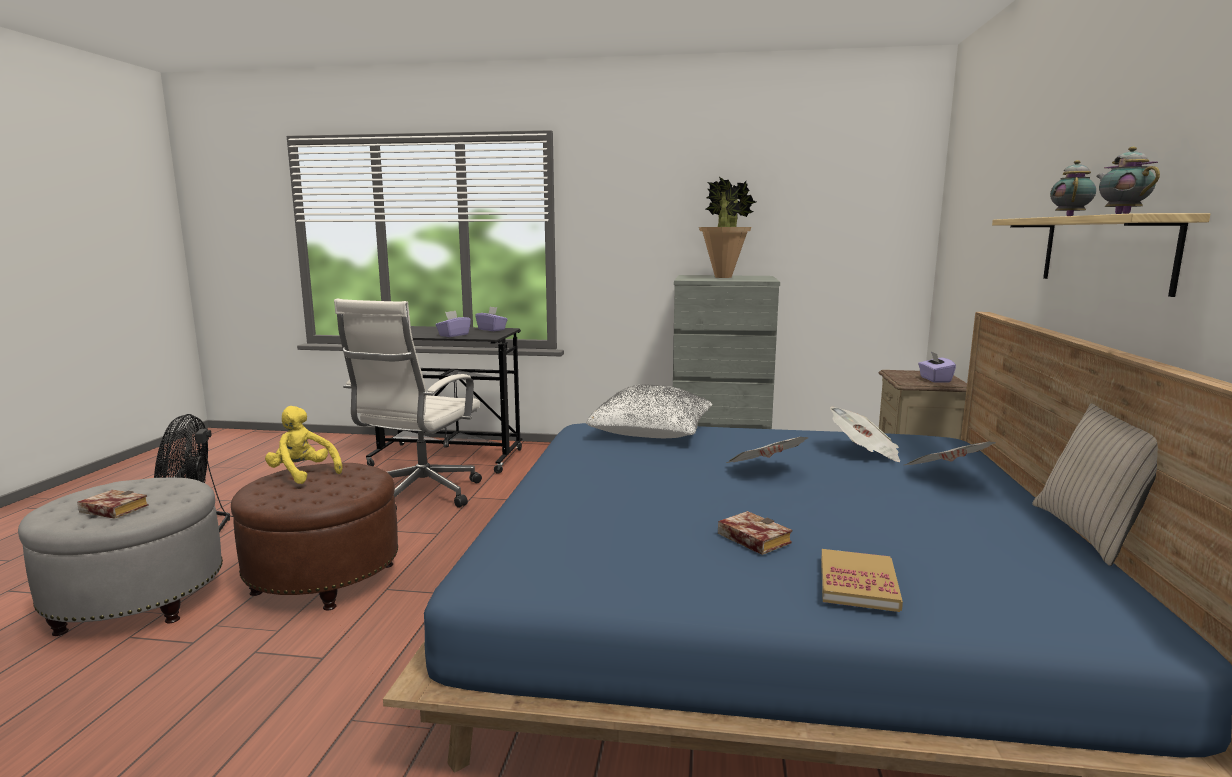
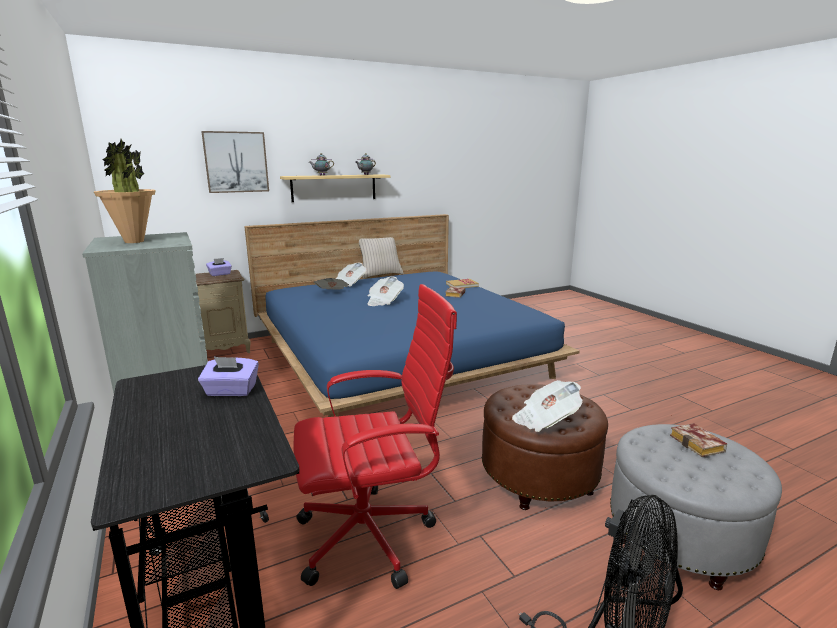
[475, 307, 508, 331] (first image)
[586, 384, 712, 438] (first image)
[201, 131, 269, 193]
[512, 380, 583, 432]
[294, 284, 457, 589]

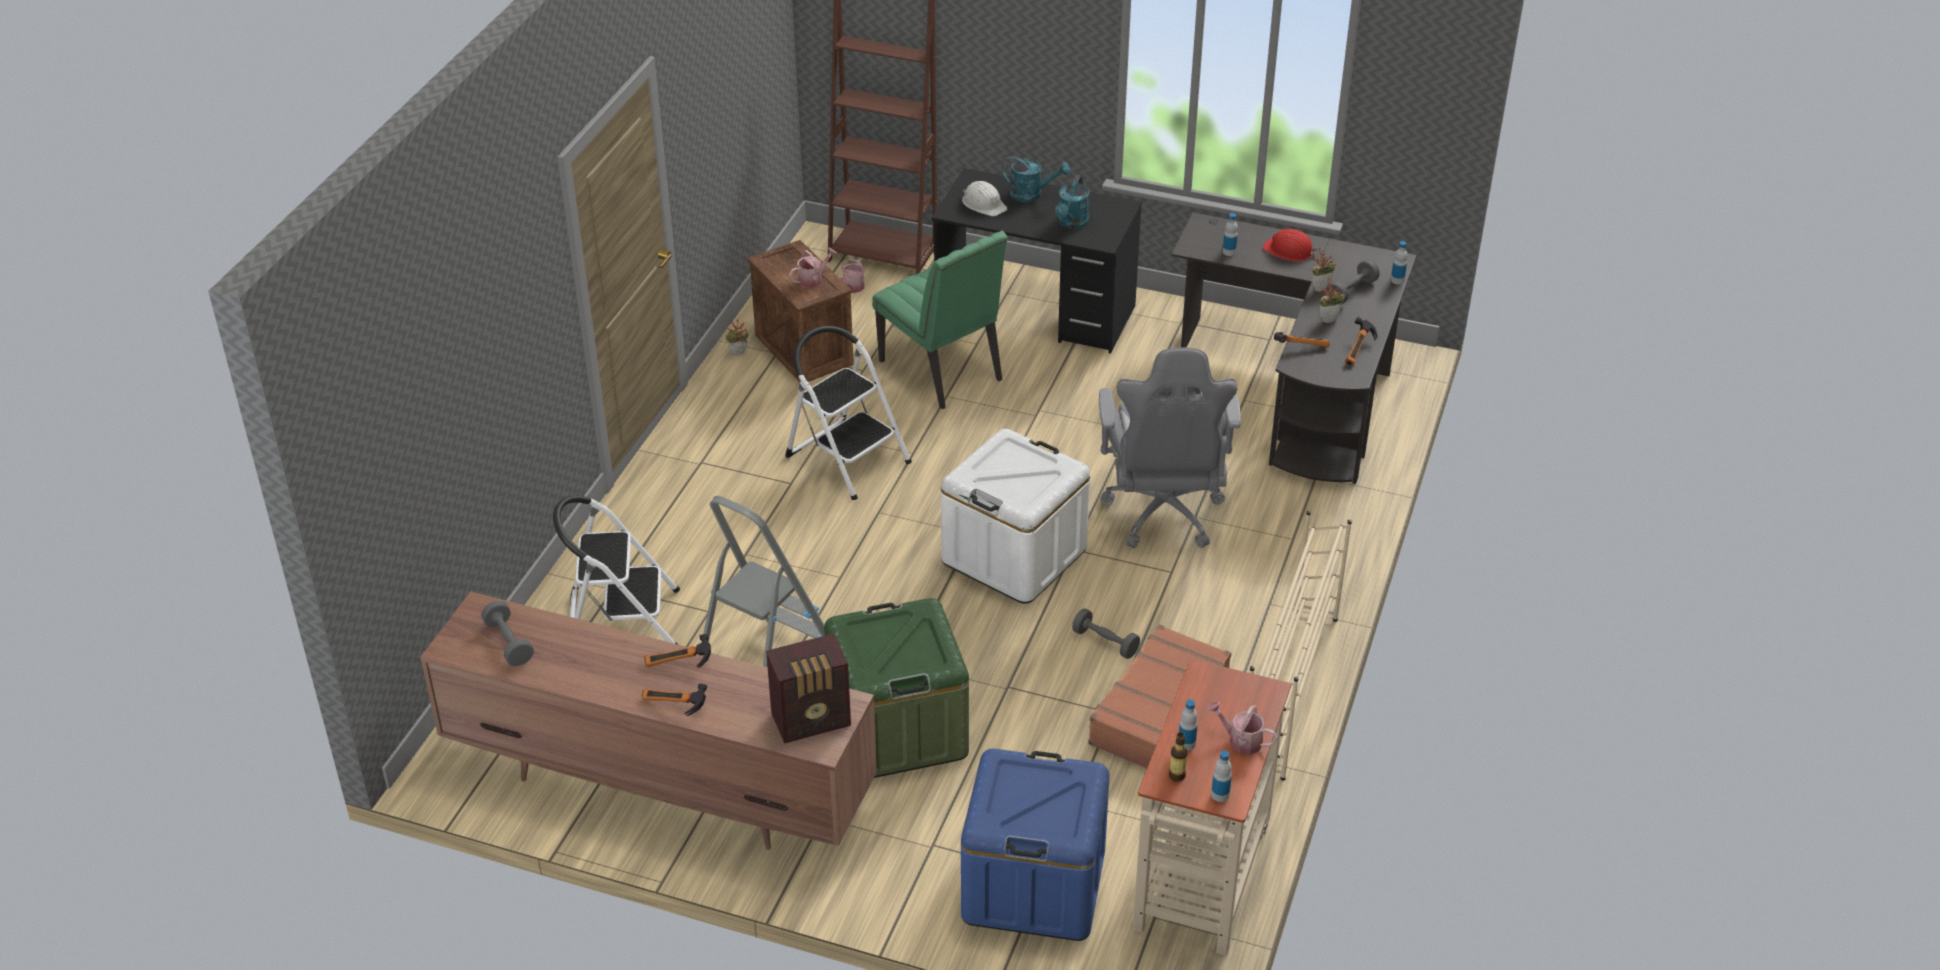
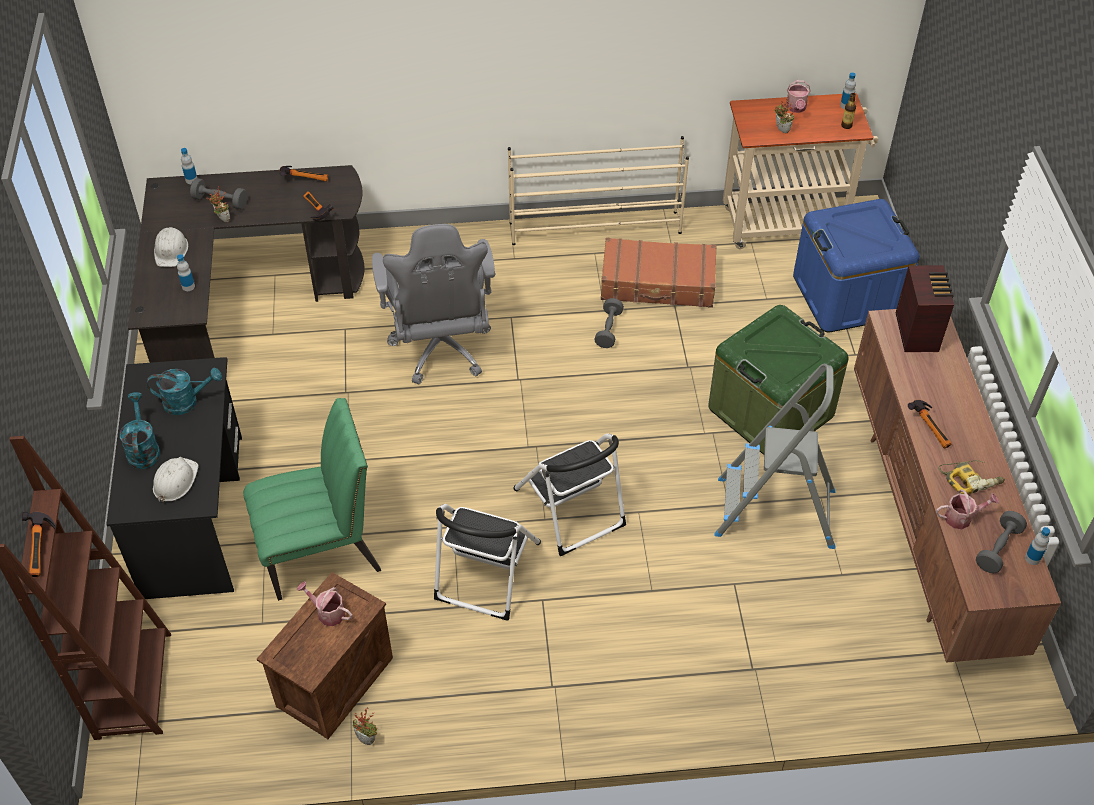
[941, 429, 1090, 604] (first image)
[938, 460, 1005, 494]
[514, 434, 626, 556]
[22, 511, 56, 577]
[936, 489, 999, 529]
[1025, 527, 1050, 565]
[774, 97, 794, 133]
[154, 227, 188, 267]
[896, 265, 954, 352]
[243, 398, 381, 601]
[372, 224, 495, 385]

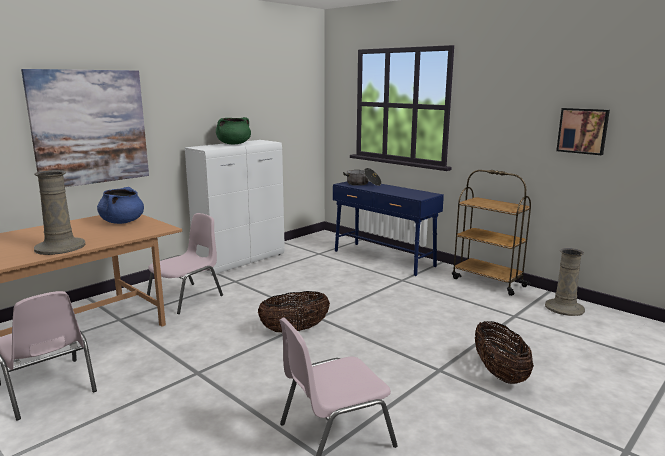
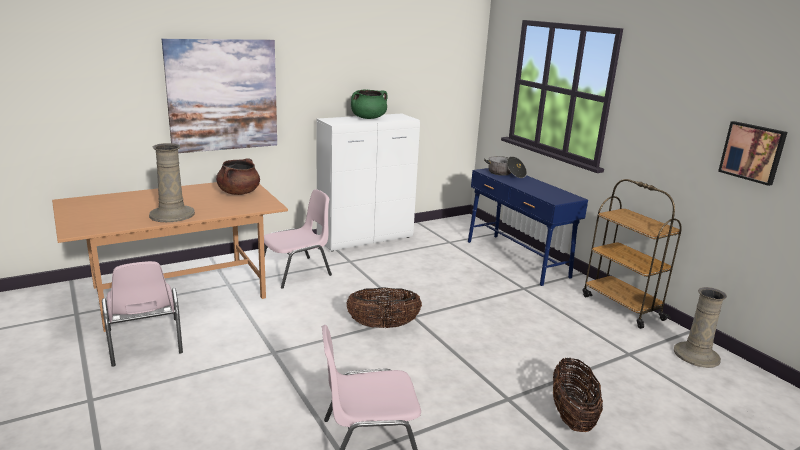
[216, 158, 260, 195]

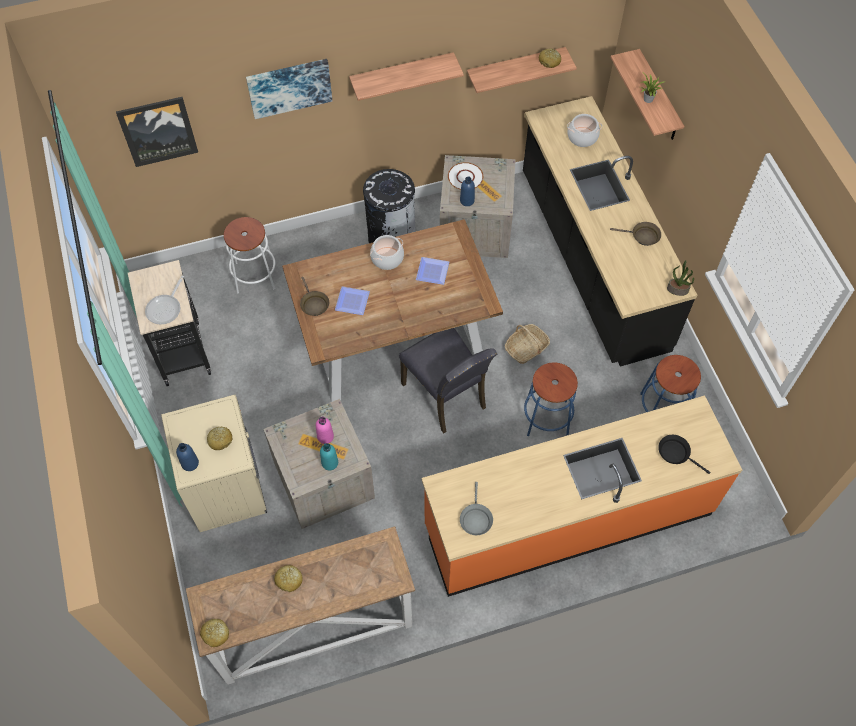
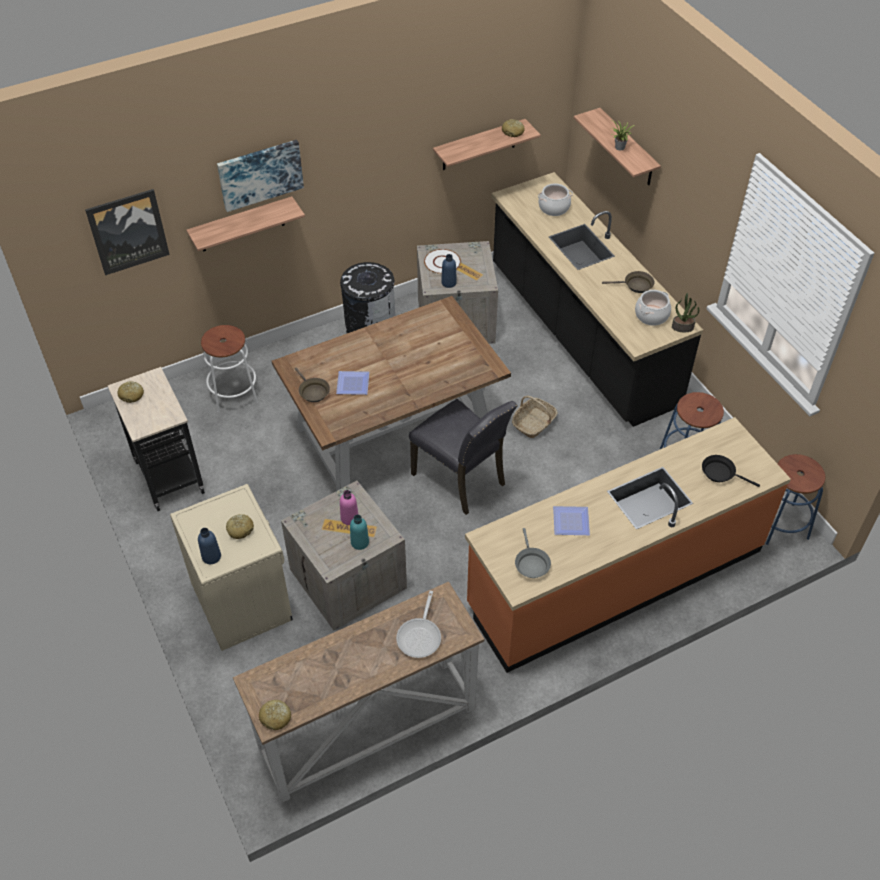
[396, 591, 441, 658]
[117, 381, 144, 403]
[186, 196, 305, 252]
[635, 290, 671, 326]
[553, 506, 590, 535]
[766, 454, 825, 545]

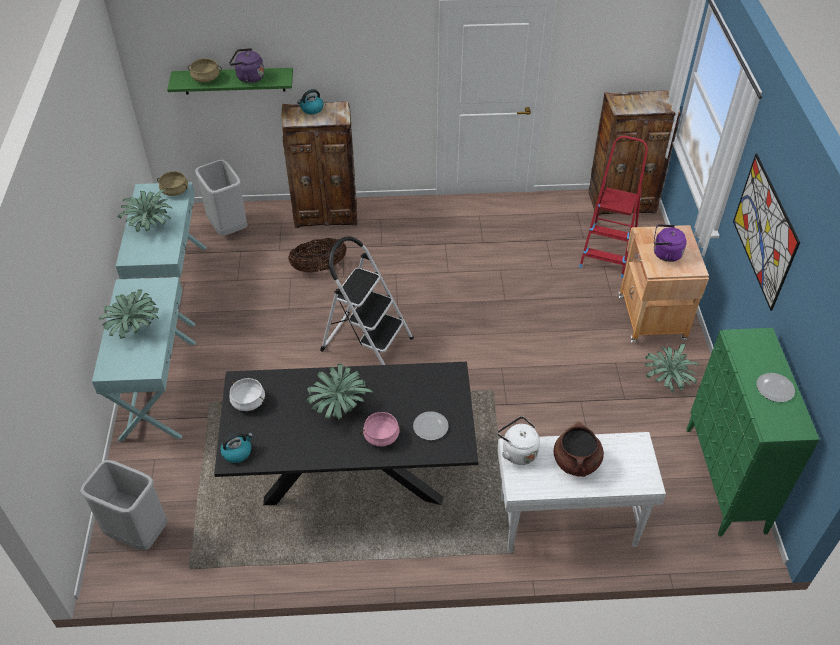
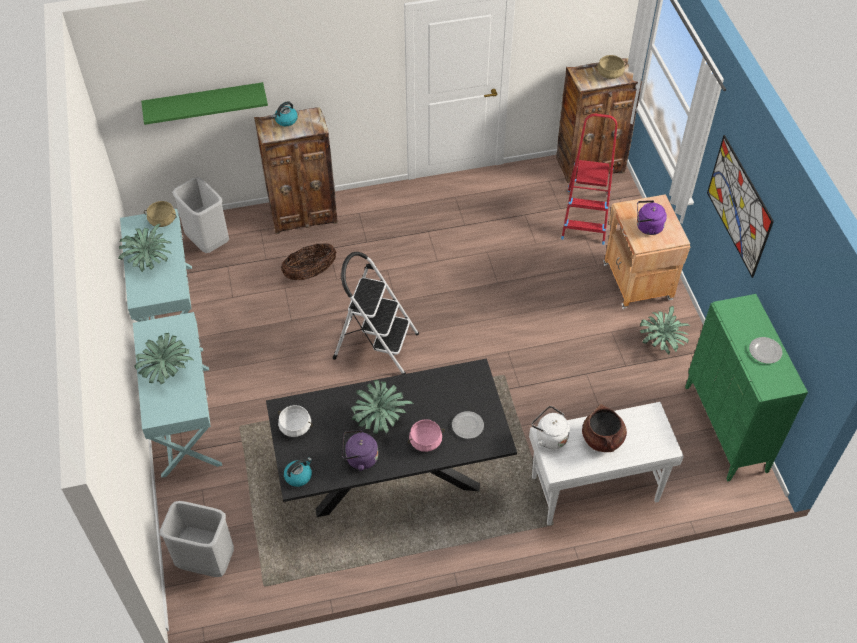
[595, 55, 627, 79]
[342, 430, 378, 471]

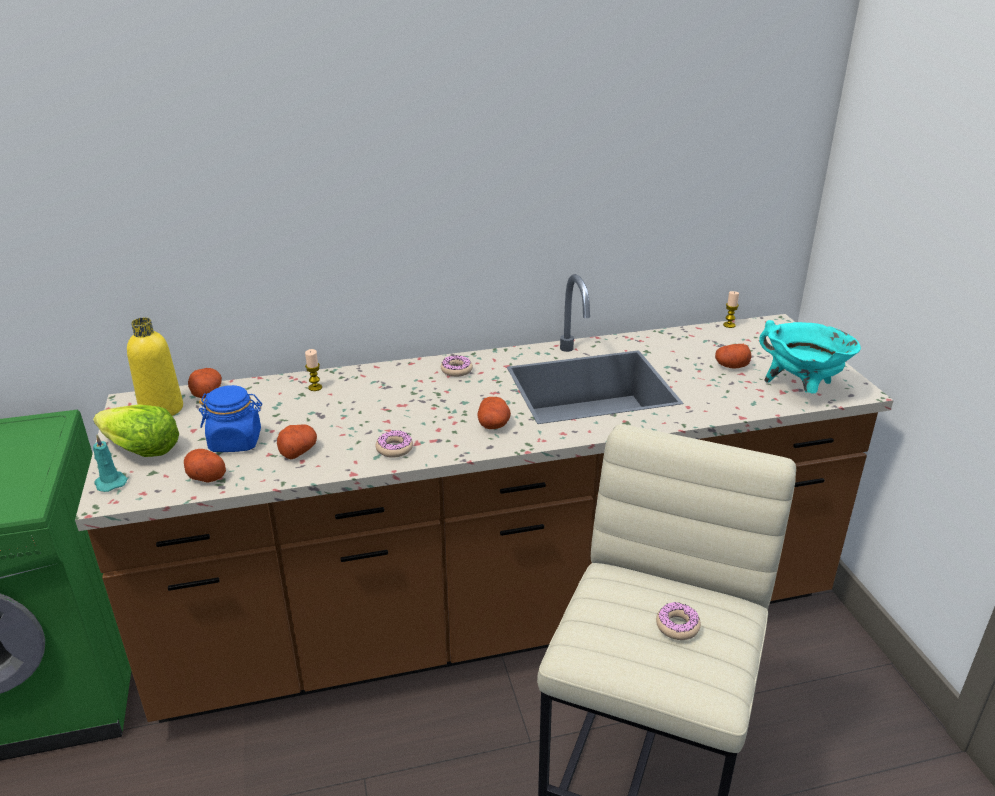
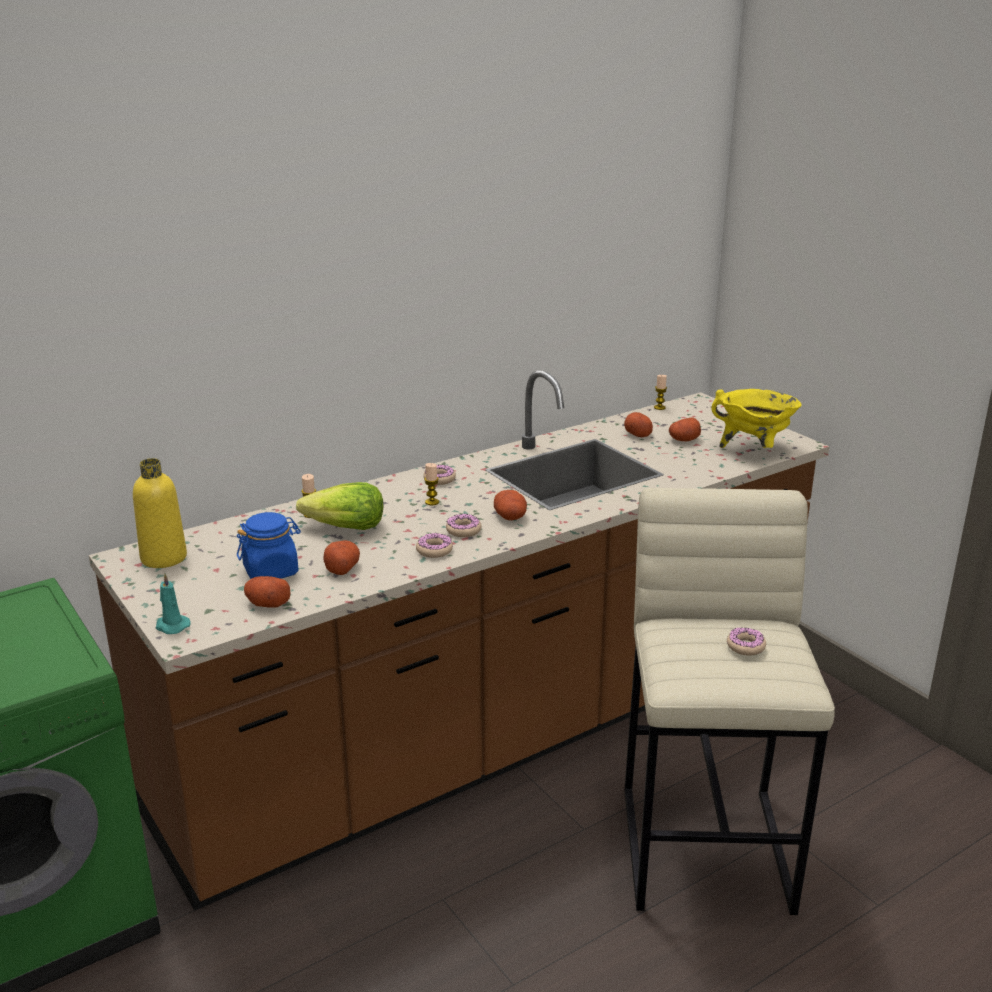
[424, 463, 439, 505]
[446, 514, 482, 537]
[296, 482, 383, 530]
[624, 412, 653, 437]
[711, 389, 801, 448]

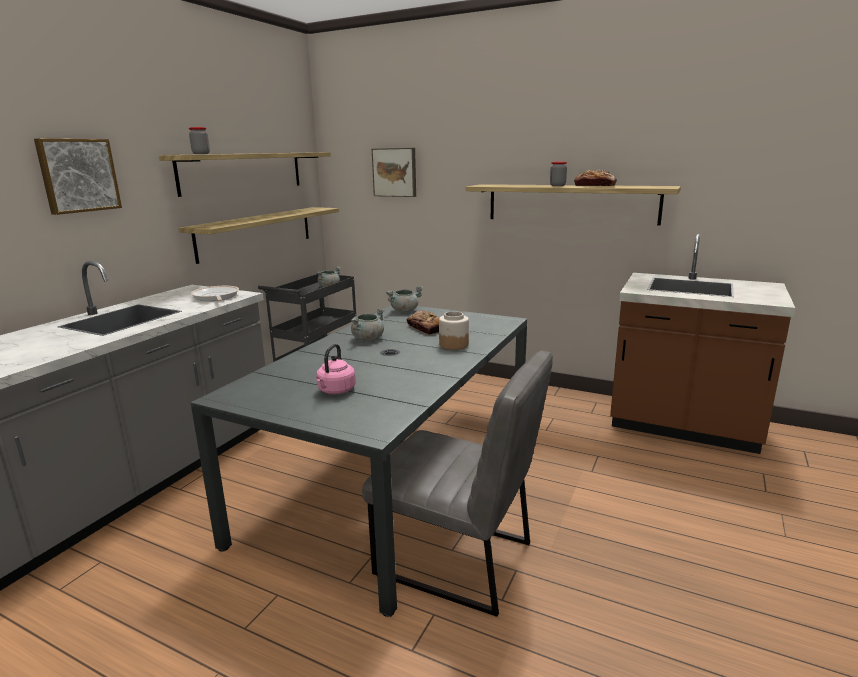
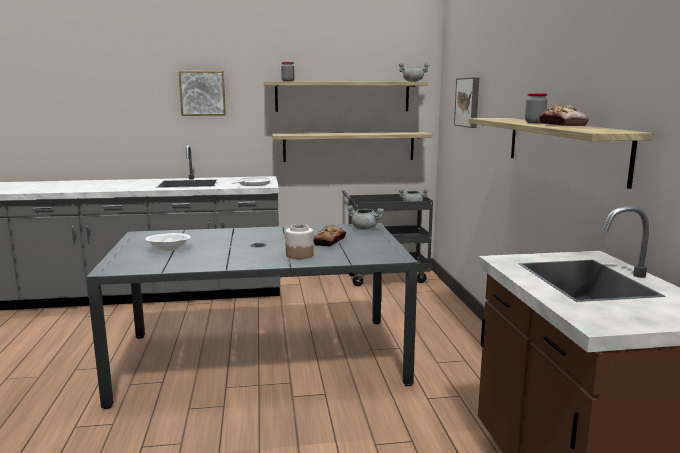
[362, 350, 553, 617] (first image)
[399, 63, 430, 82]
[145, 233, 191, 251]

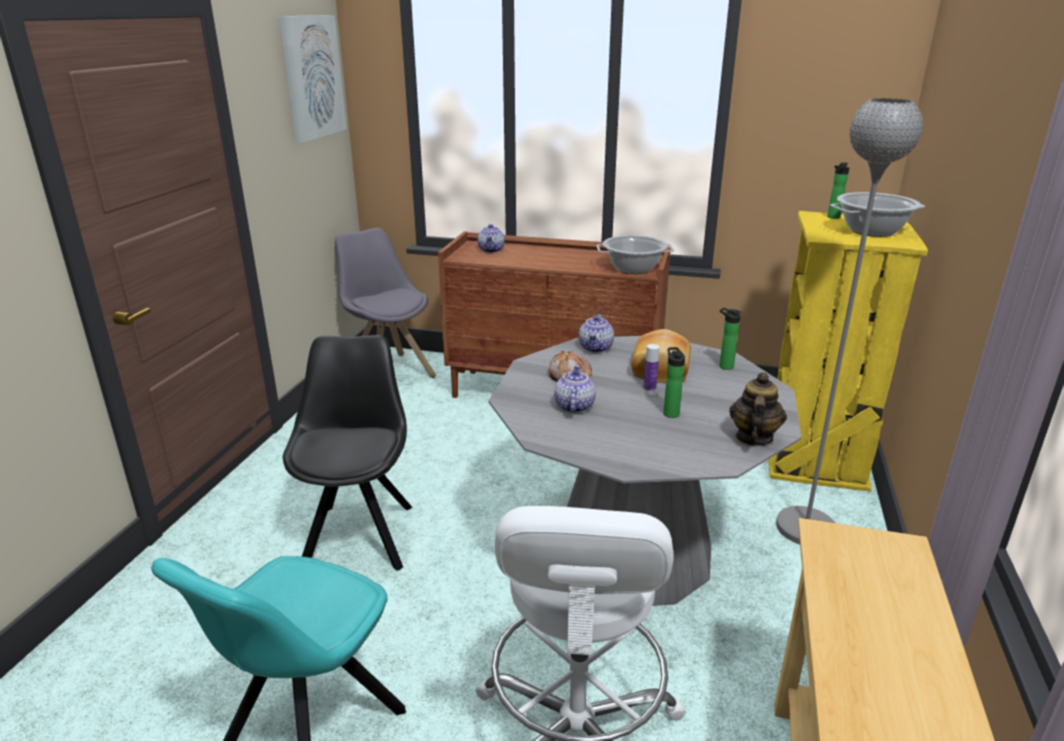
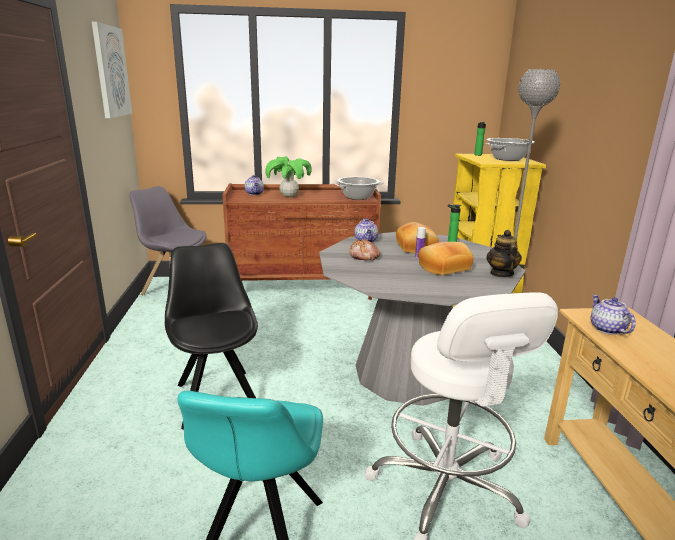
[265, 156, 312, 197]
[591, 295, 636, 335]
[418, 242, 473, 275]

